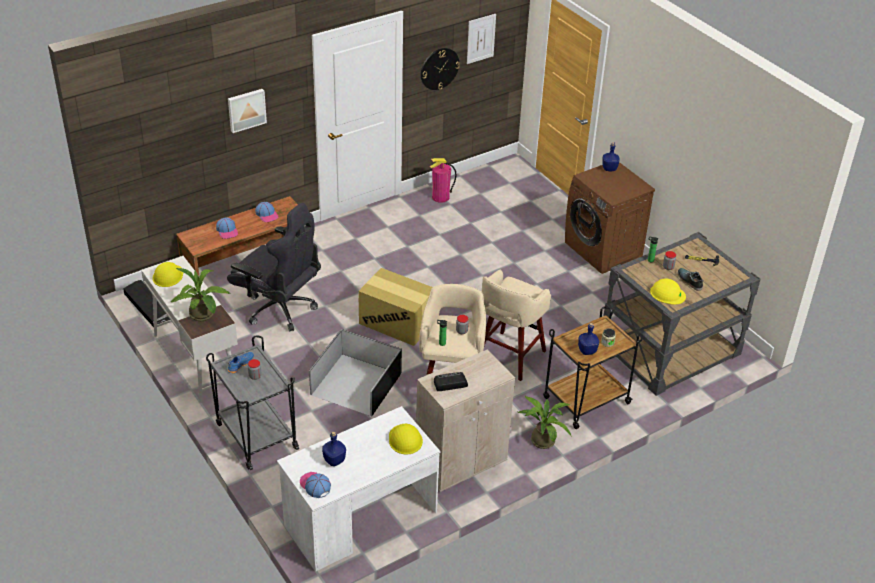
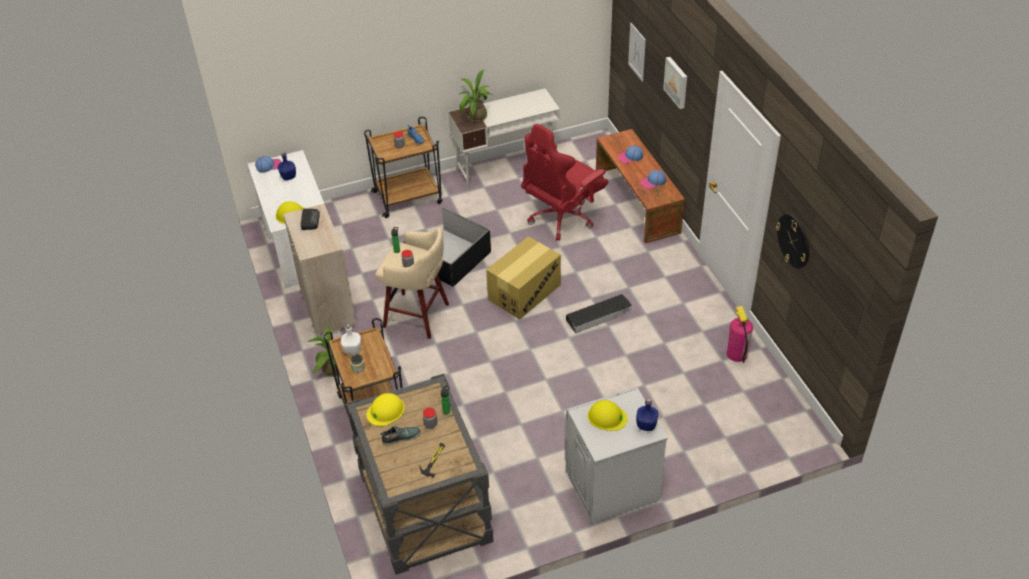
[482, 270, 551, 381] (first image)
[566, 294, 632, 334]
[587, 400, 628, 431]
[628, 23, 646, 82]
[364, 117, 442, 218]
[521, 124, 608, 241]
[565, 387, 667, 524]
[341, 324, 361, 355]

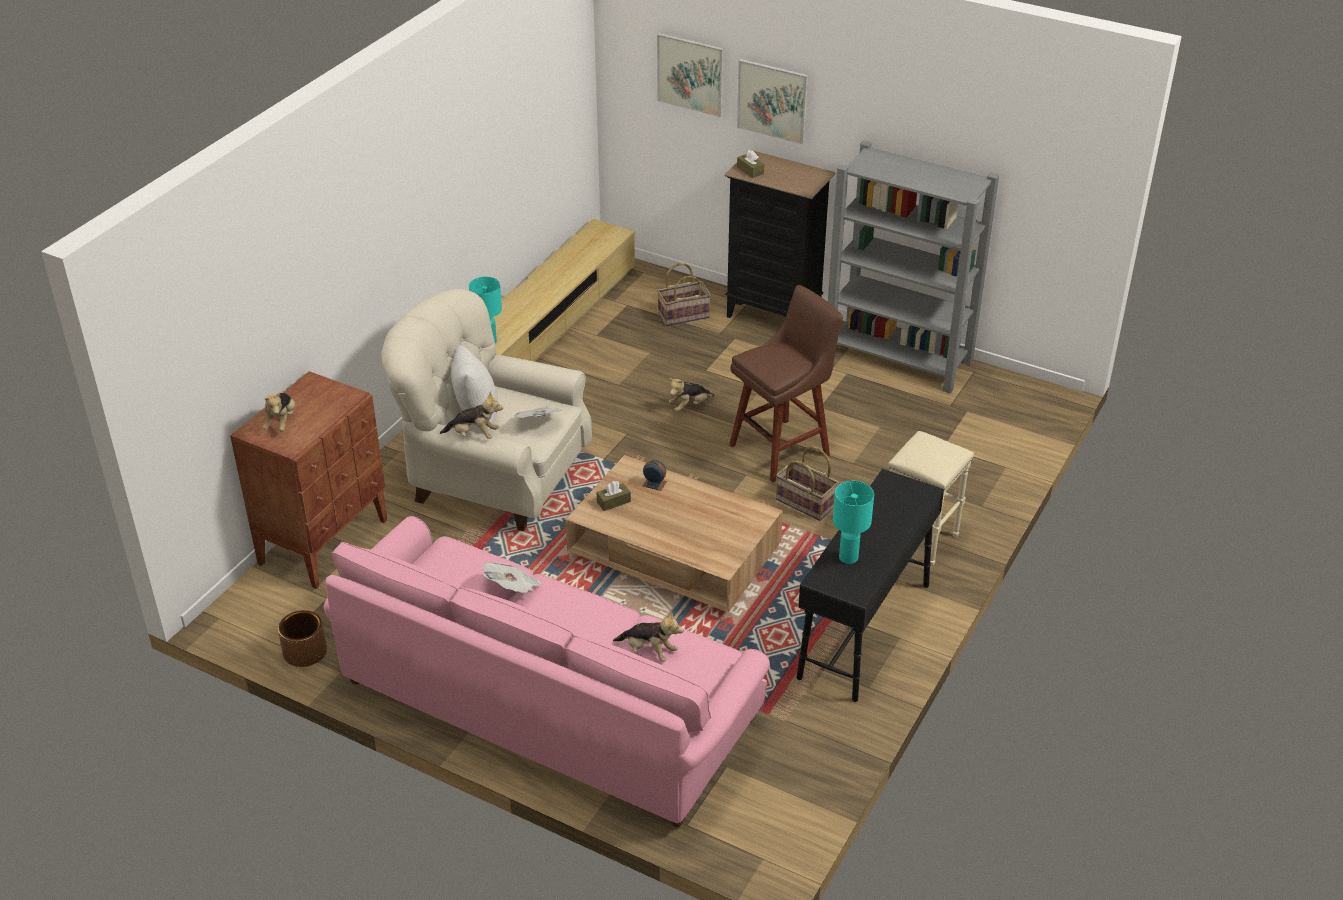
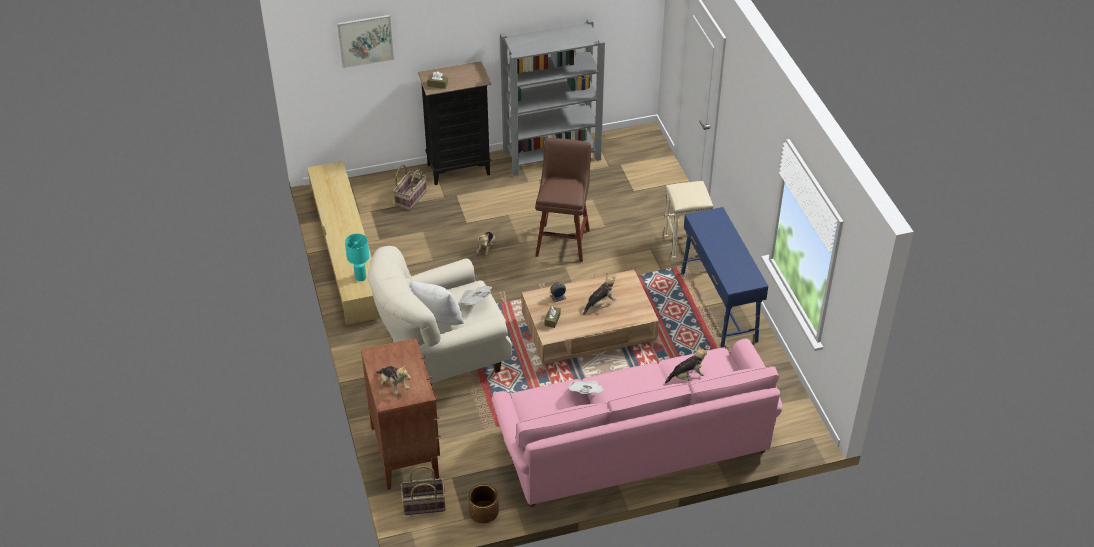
[737, 59, 808, 145] (first image)
[833, 481, 874, 564] (first image)
[583, 273, 616, 315]
[401, 466, 446, 515]
[681, 207, 768, 348]

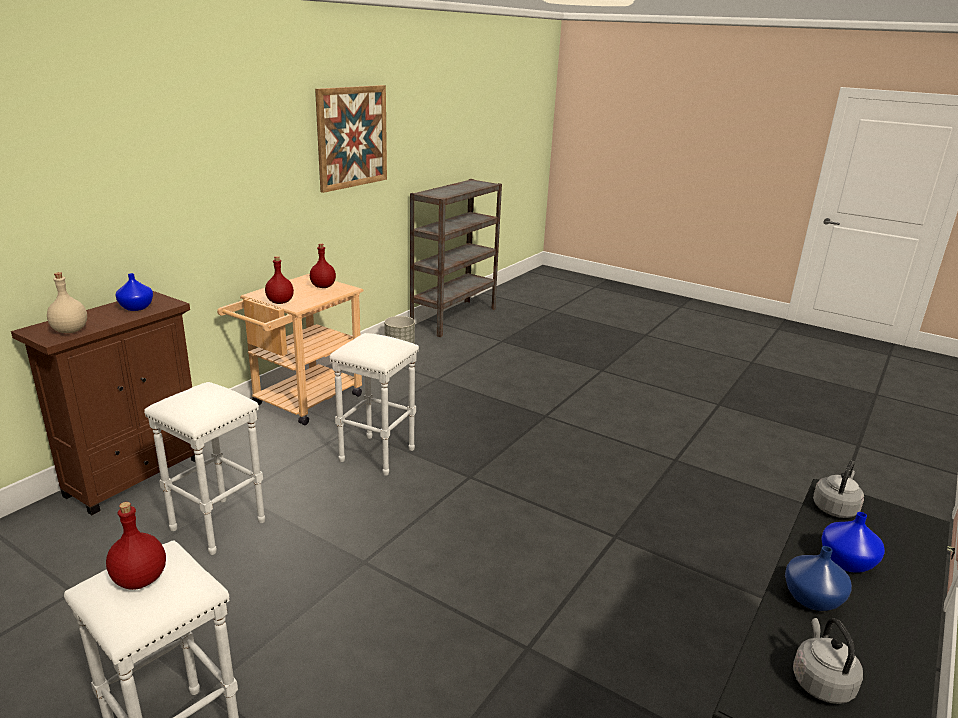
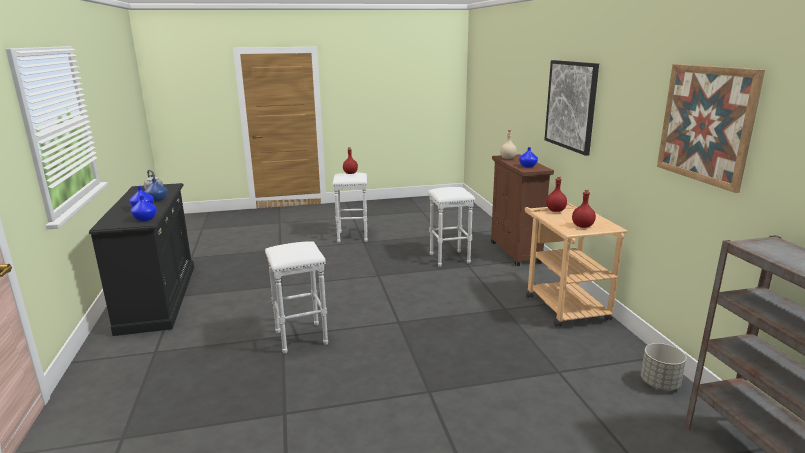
[544, 60, 599, 156]
[265, 241, 328, 354]
[131, 196, 157, 221]

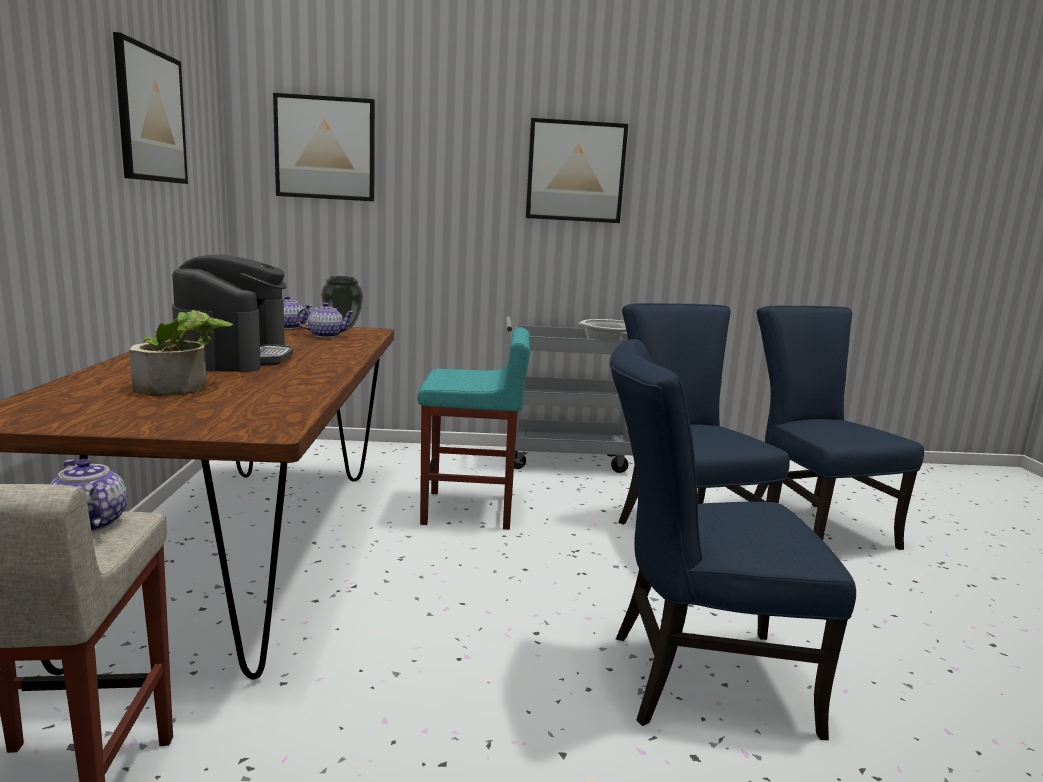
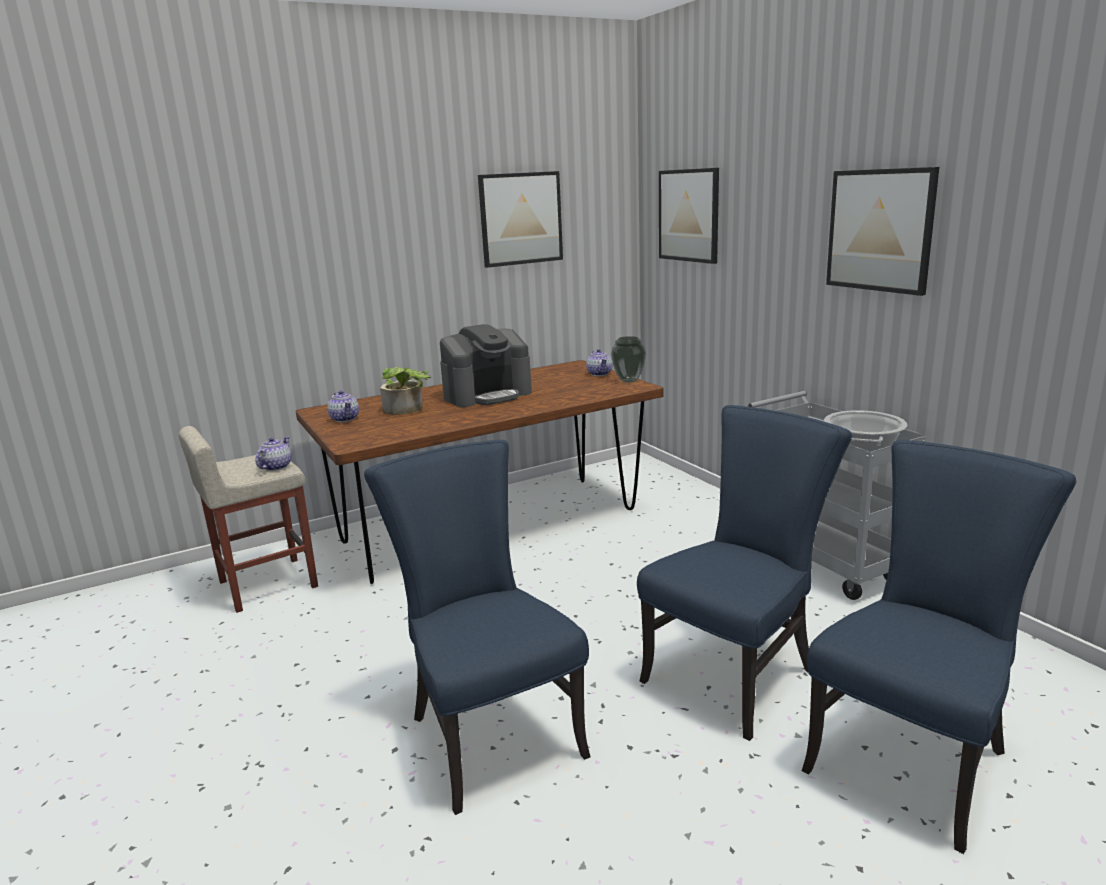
[417, 327, 530, 530] (first image)
[327, 390, 359, 422]

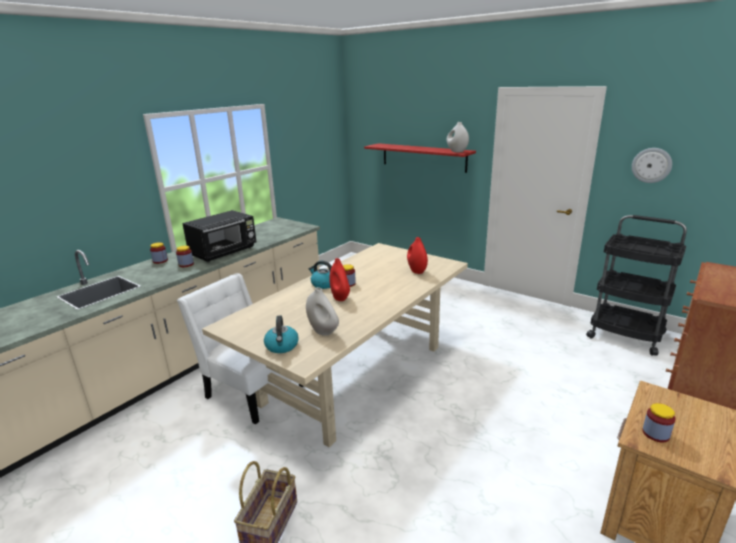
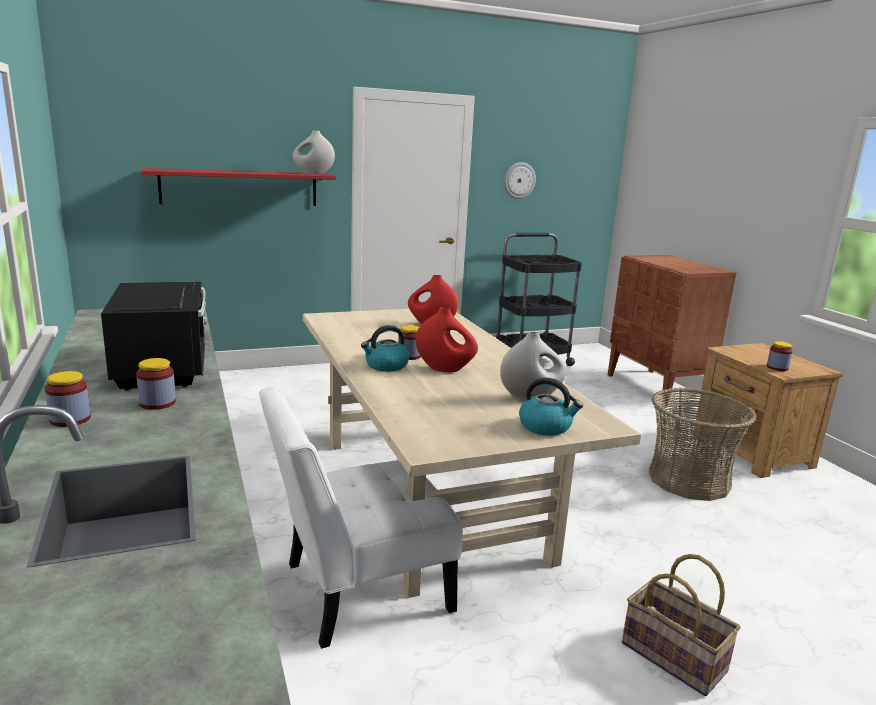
[649, 388, 757, 501]

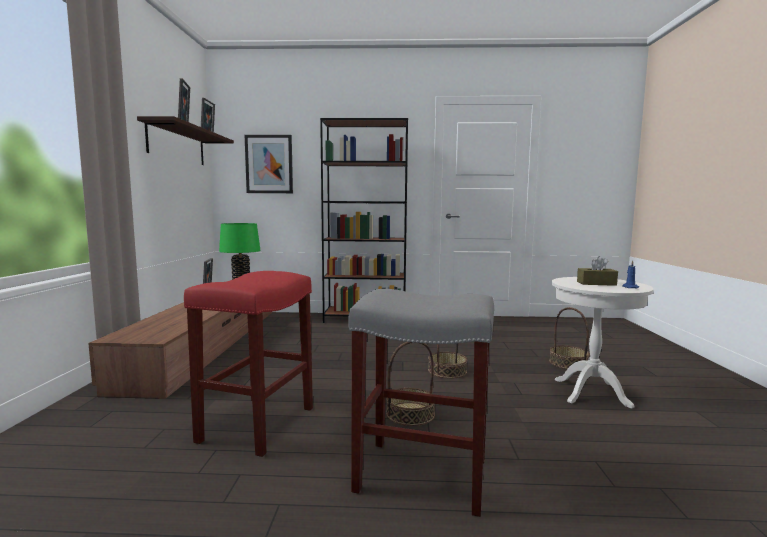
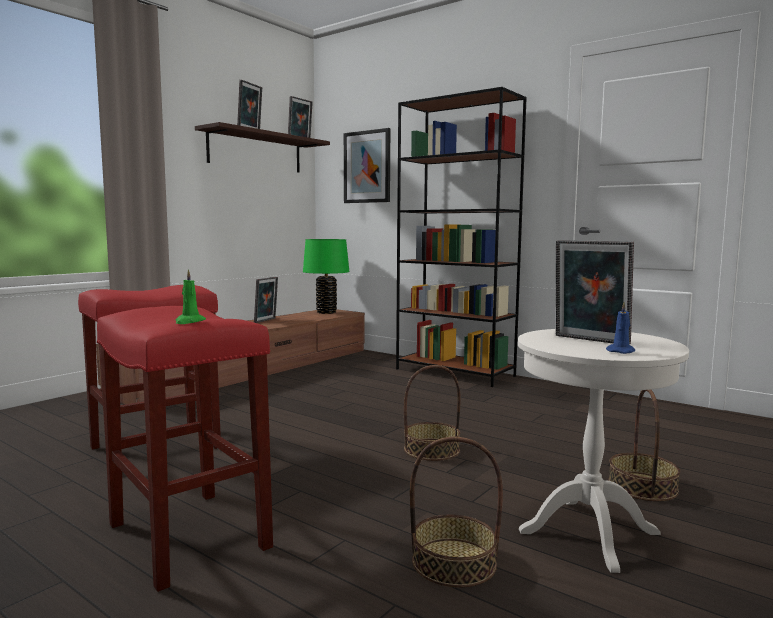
[176, 269, 206, 324]
[410, 437, 503, 588]
[556, 240, 634, 345]
[97, 306, 273, 592]

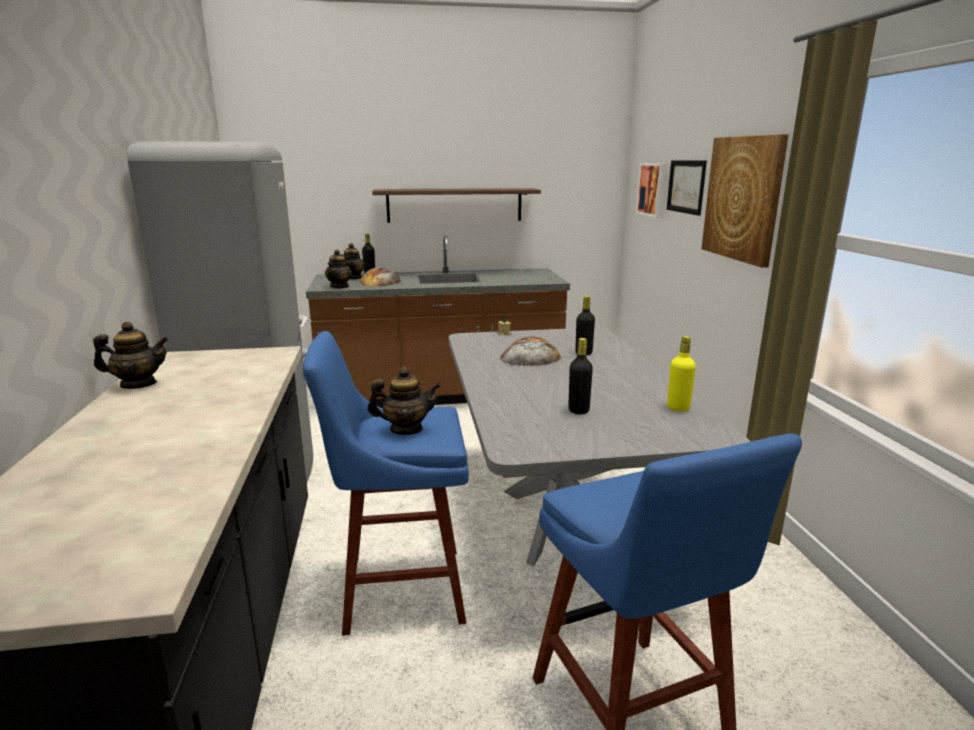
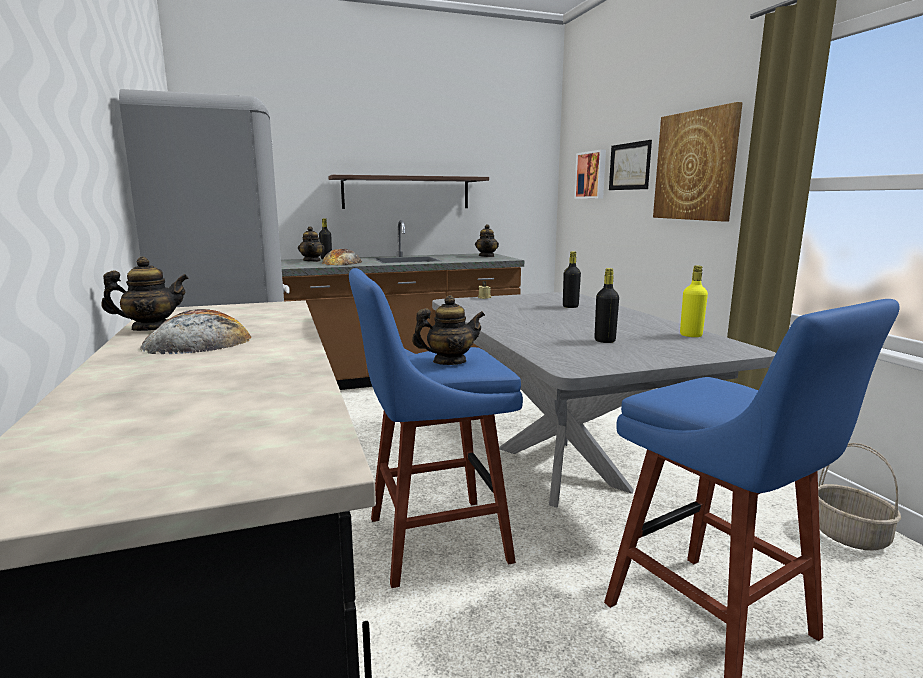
[818, 443, 901, 551]
[475, 224, 499, 257]
[140, 309, 251, 354]

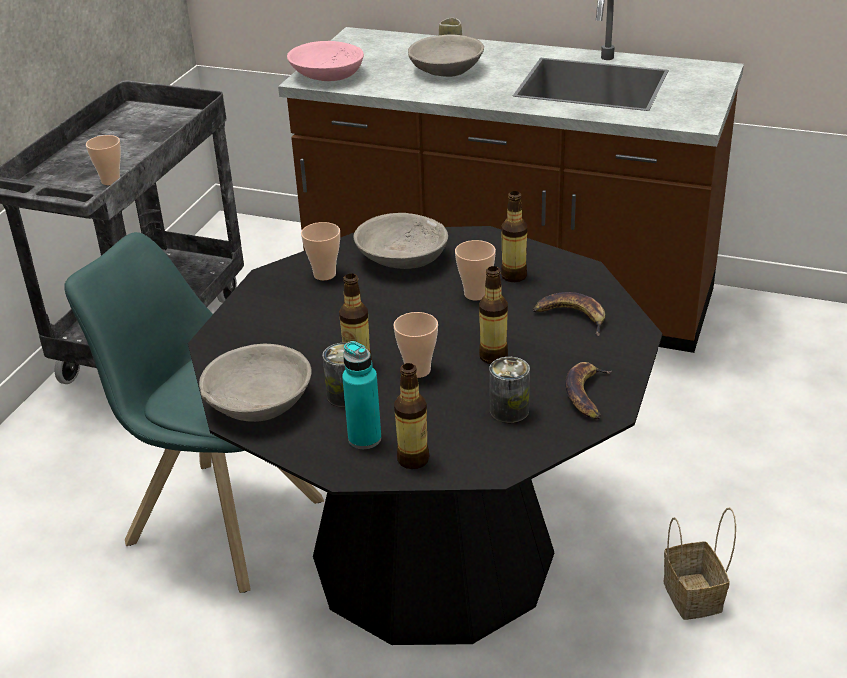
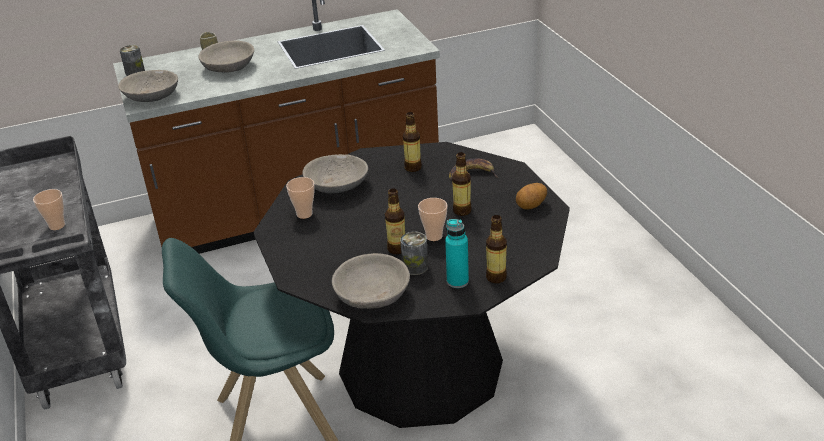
[455, 240, 496, 301] (first image)
[663, 507, 736, 620] (first image)
[120, 45, 145, 76]
[516, 183, 547, 209]
[118, 70, 178, 102]

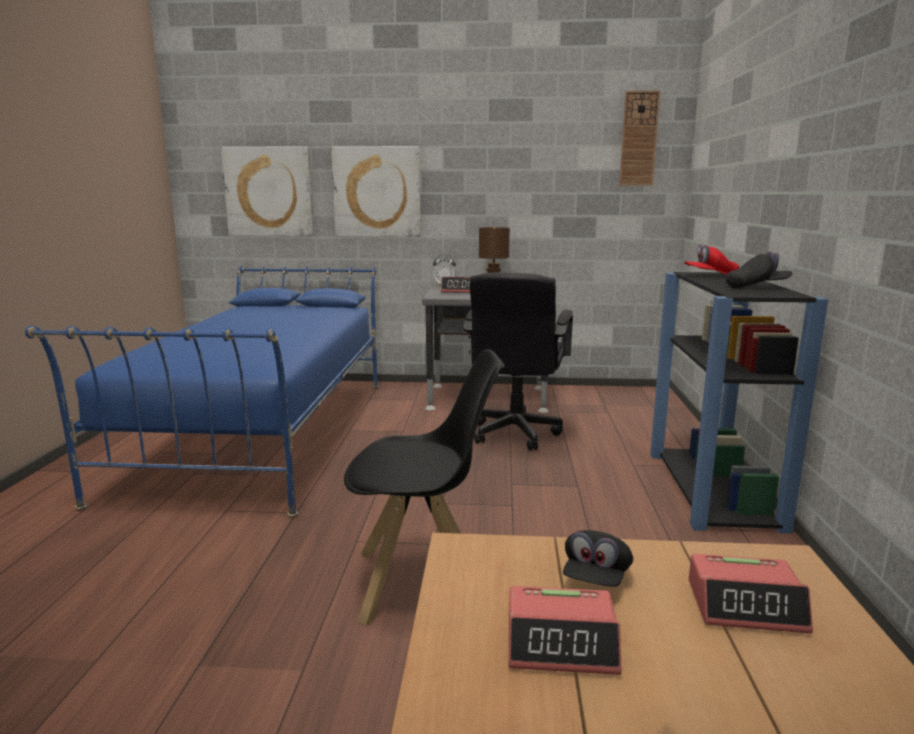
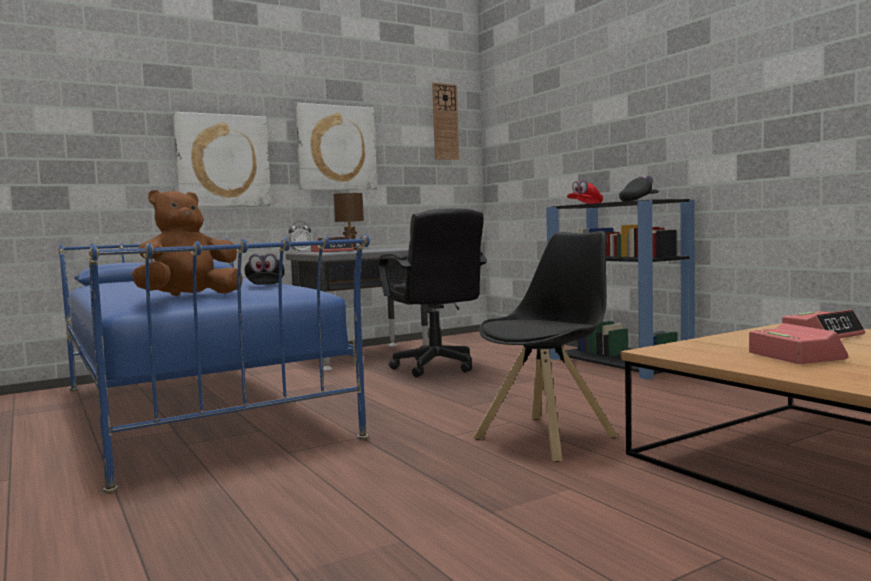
[132, 190, 243, 296]
[294, 103, 377, 190]
[245, 253, 285, 285]
[749, 323, 848, 364]

